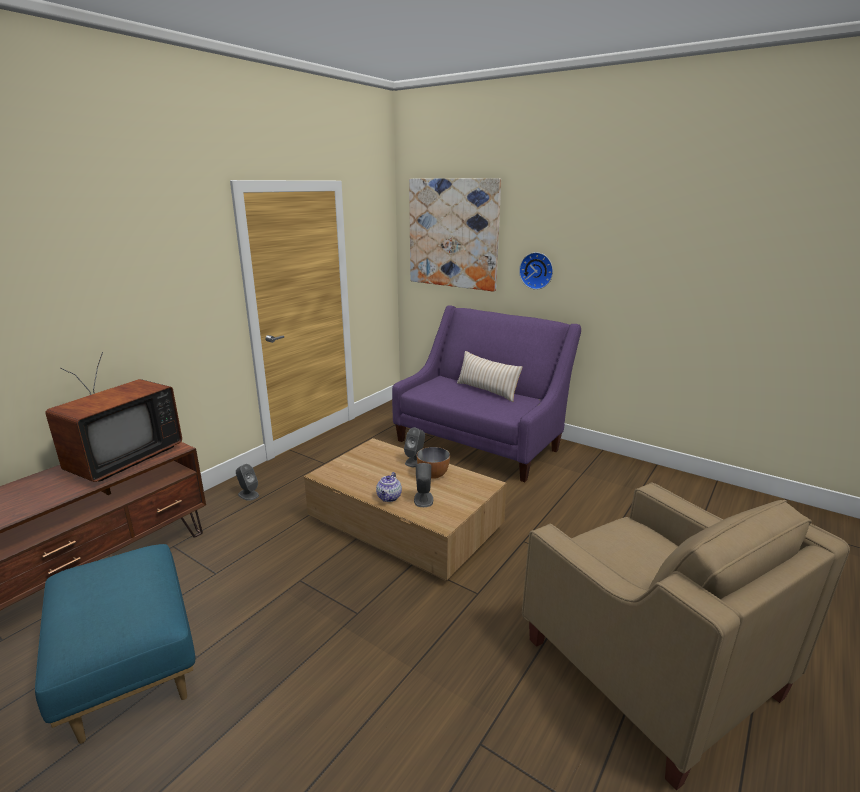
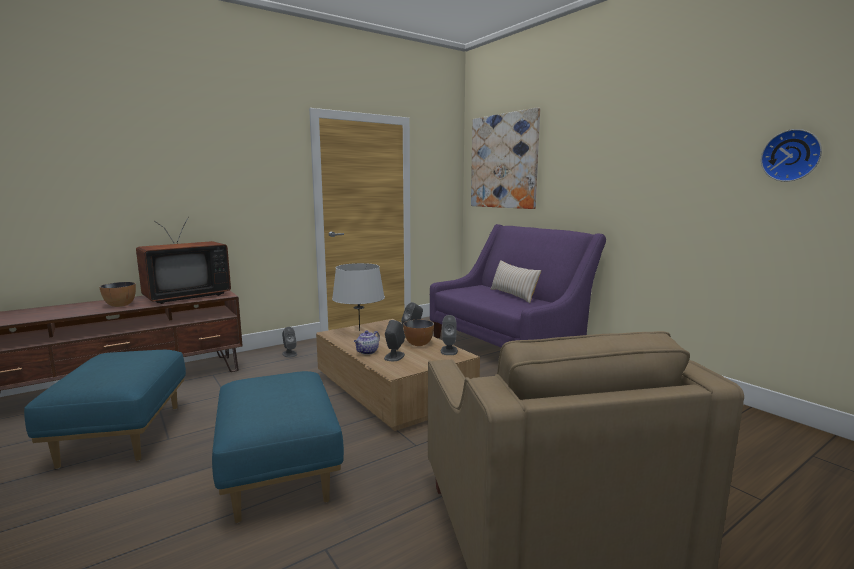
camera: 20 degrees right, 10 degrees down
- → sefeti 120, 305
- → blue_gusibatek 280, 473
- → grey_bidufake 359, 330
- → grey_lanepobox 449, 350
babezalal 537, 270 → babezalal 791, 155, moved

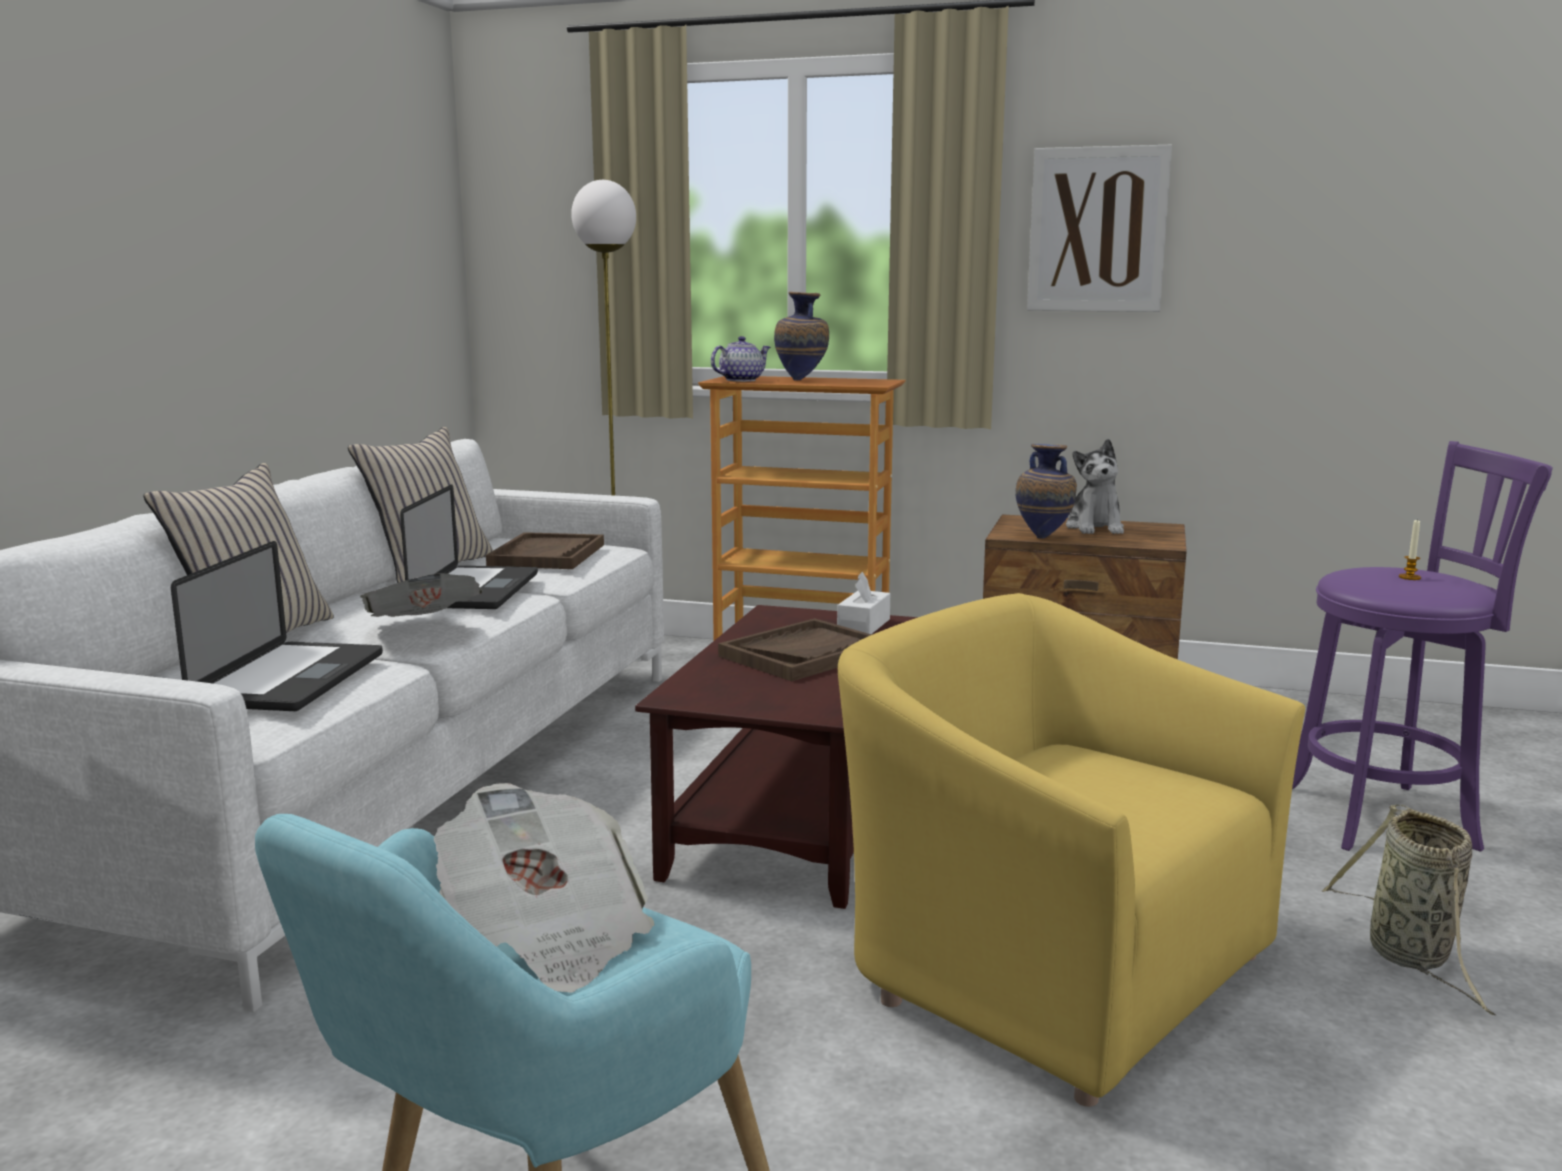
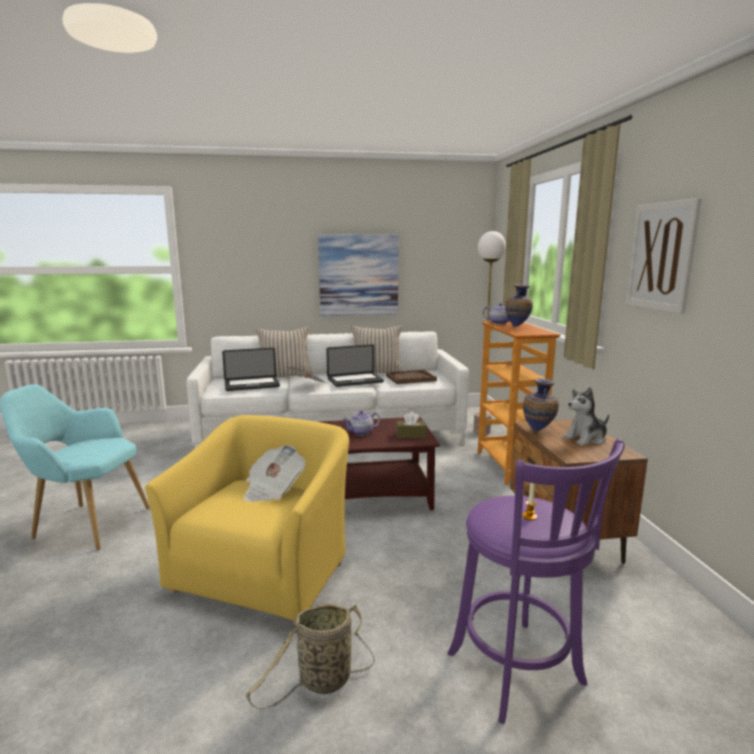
camera: 65 degrees right, 0 degrees up
- → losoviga 358, 275
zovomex 547, 935 → zovomex 273, 489, moved
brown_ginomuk 804, 654 → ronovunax 361, 433
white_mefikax 863, 625 → brown_mefikax 411, 435

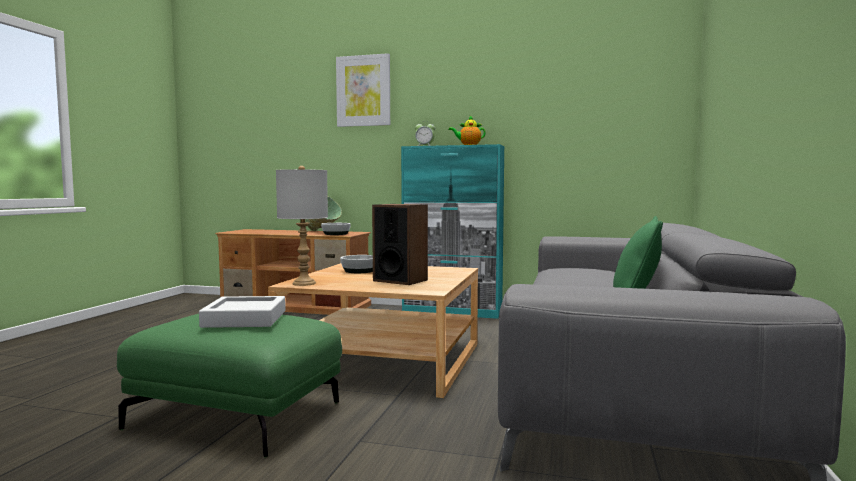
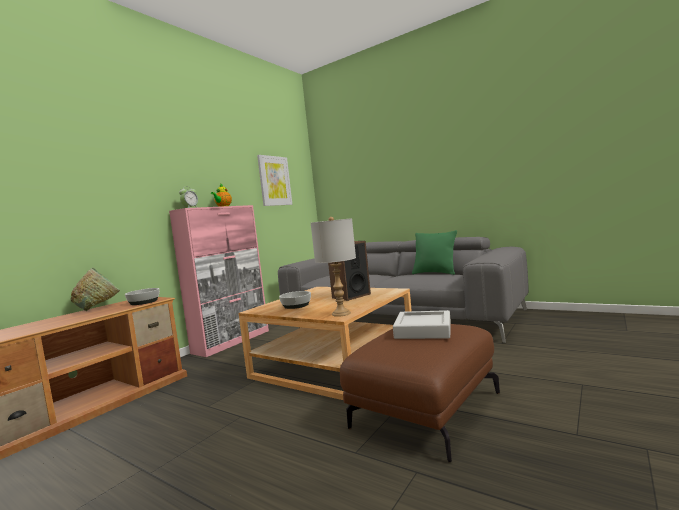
camera: 70 degrees left, 0 degrees up
losoviga 363, 91 → losoviga 274, 181, moved
green_gusibatek 238, 414 → brown_gusibatek 425, 409
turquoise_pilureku 452, 312 → pink_pilureku 232, 341

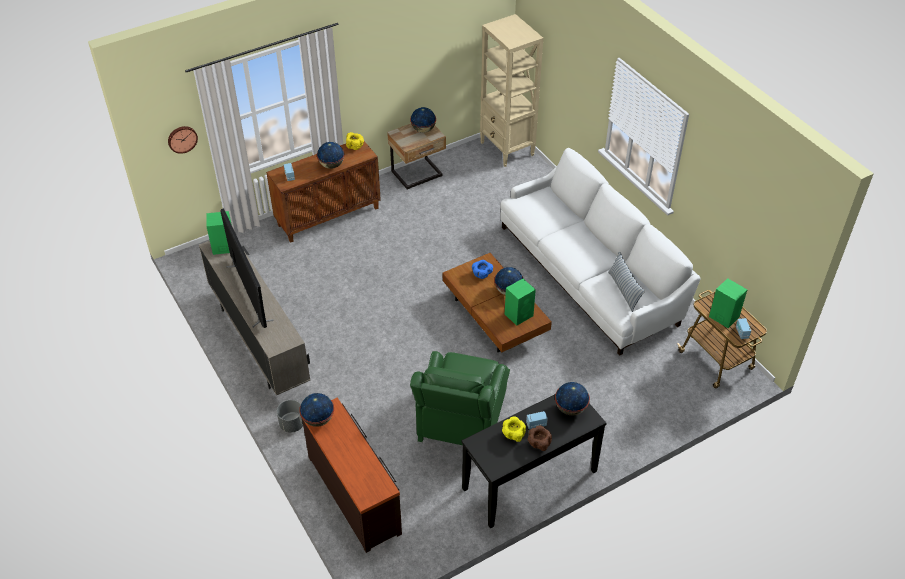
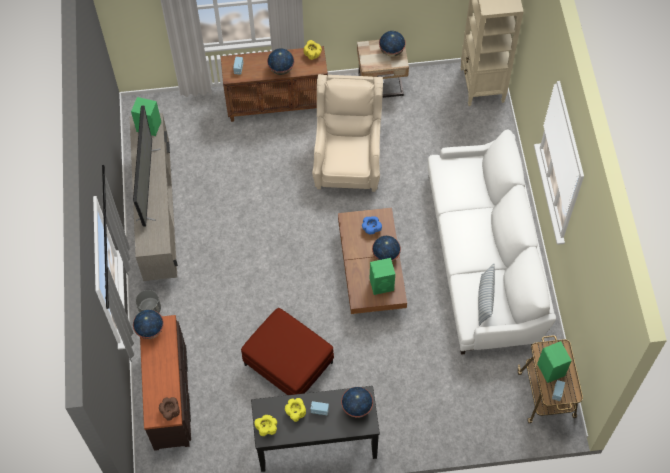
camera: 25 degrees right, 15 degrees up
babezalal 182, 139 → -
- → yellow_sefeti 266, 428
- → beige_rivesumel 348, 161
brown_sefeti 538, 444 → brown_sefeti 170, 411, moved
green_rivesumel 461, 422 → red_gusibatek 288, 364

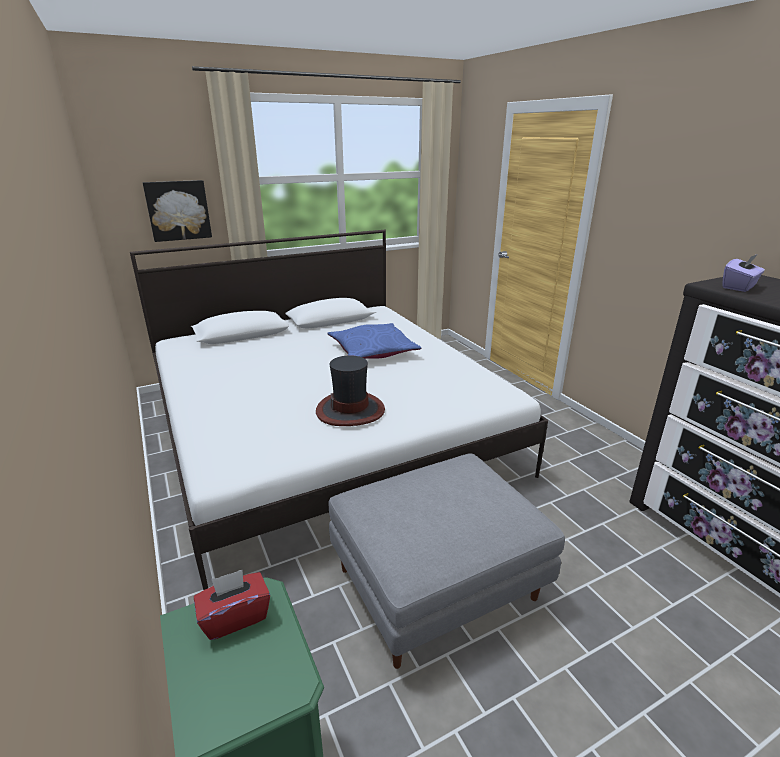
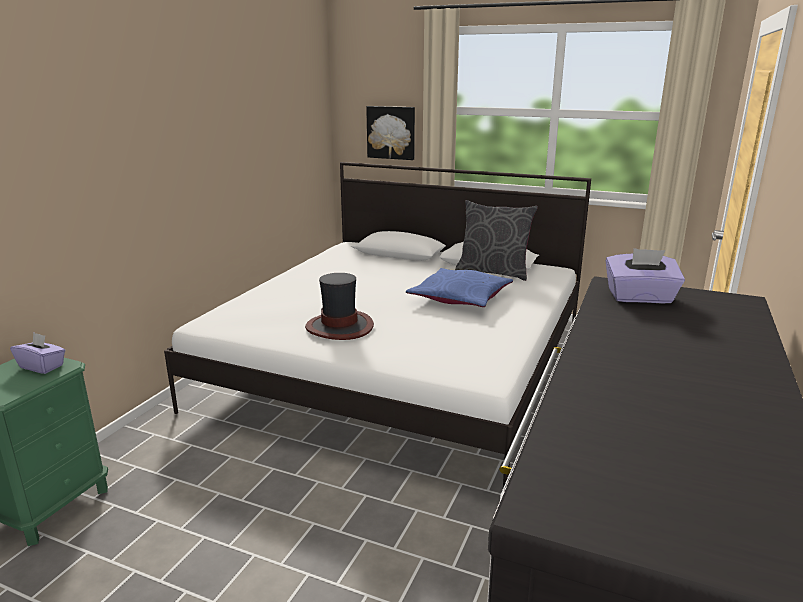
camera: 50 degrees right, 5 degrees down
grey_gusibatek 438, 582 → -
- → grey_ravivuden 493, 272
red_mefikax 235, 617 → purple_mefikax 42, 366

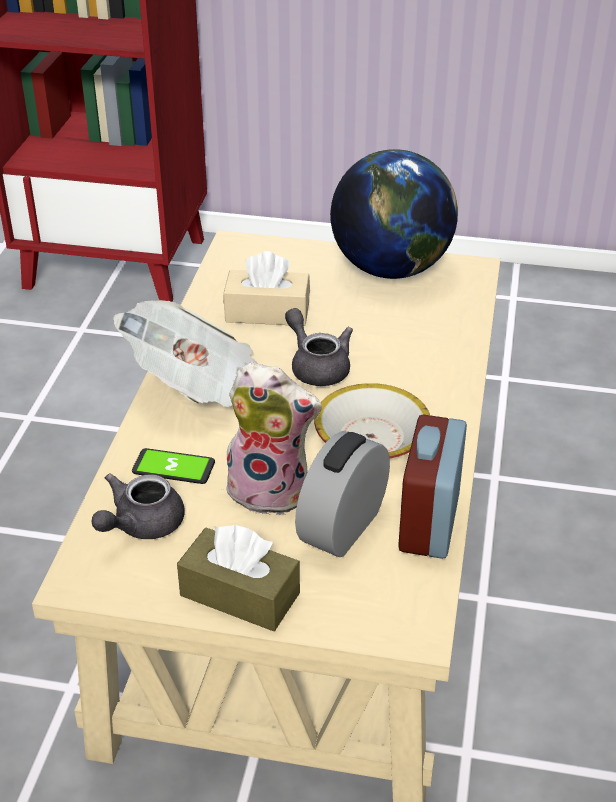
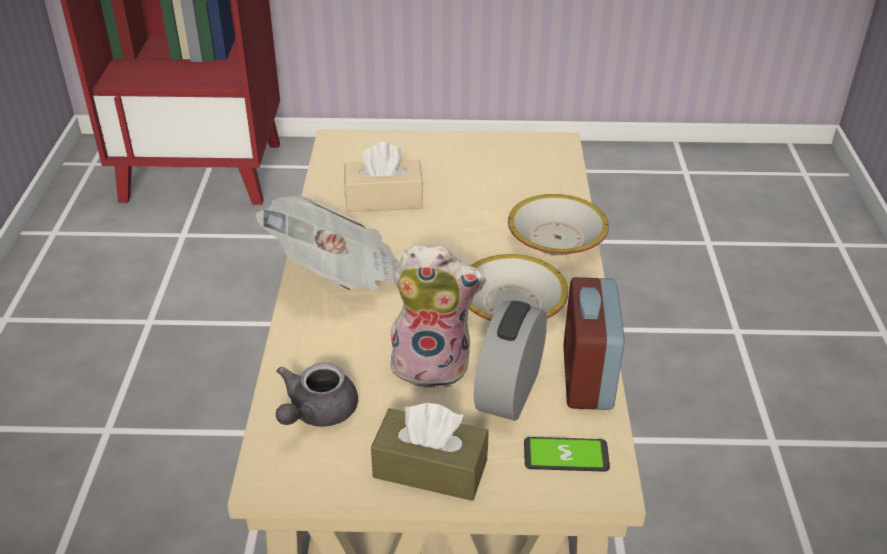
camera: 10 degrees left, 0 degrees up
grey_ronovunax 317, 366 → -
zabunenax 391, 269 → -
- → sefeti 557, 239
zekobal 173, 467 → zekobal 566, 455, moved

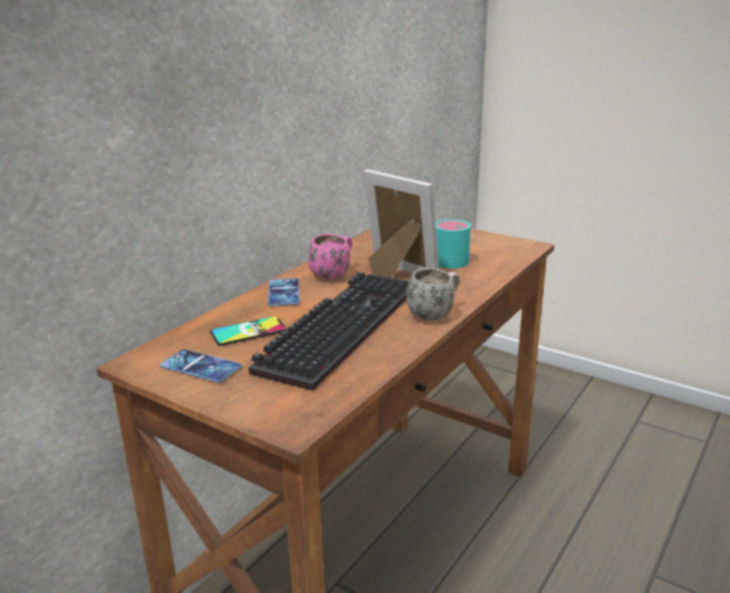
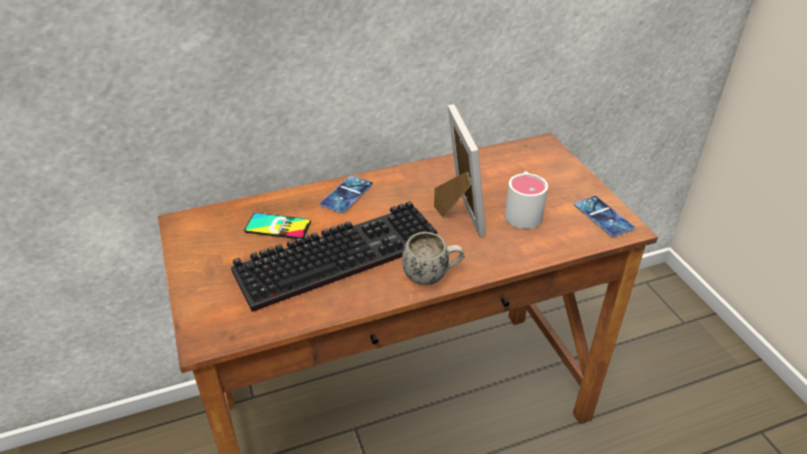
camera: 35 degrees right, 15 degrees up
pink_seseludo 334, 274 → -
zekobal 200, 366 → zekobal 603, 216, moved
turquoise_seseludo 445, 259 → white_seseludo 523, 211

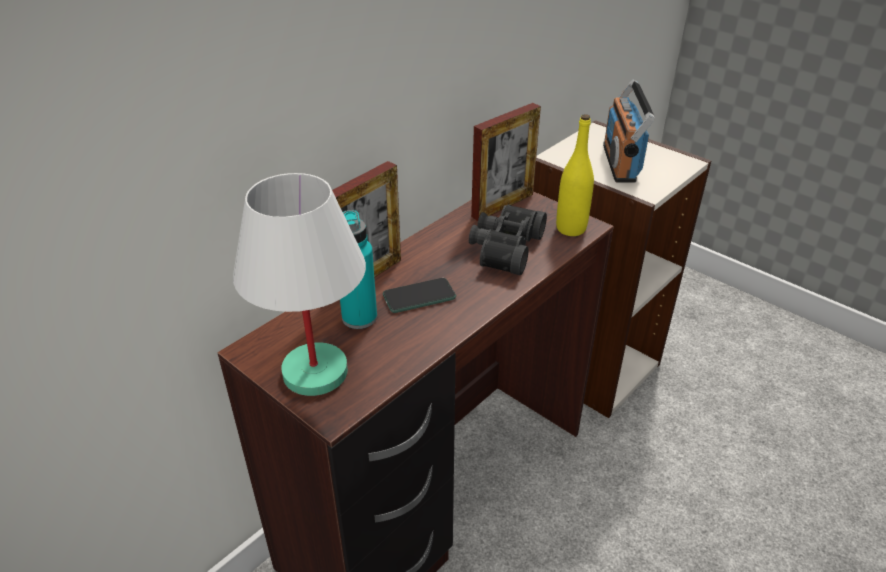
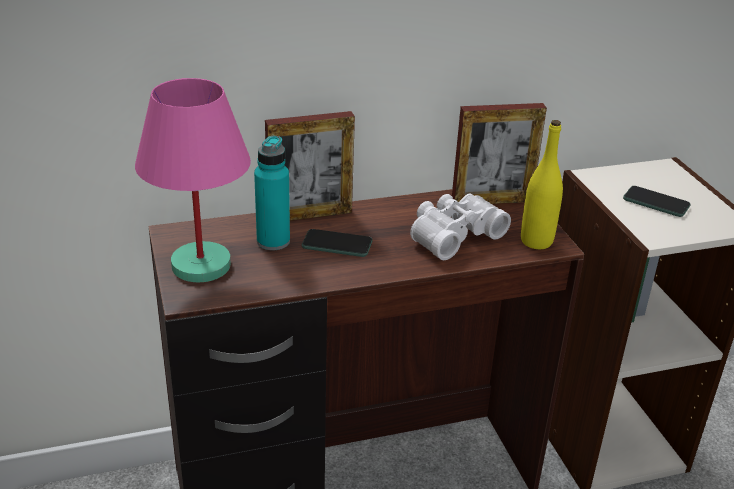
camera: 30 degrees right, 5 degrees down
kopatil 620, 163 → zekobal 656, 202
white_bidufake 316, 371 → pink_bidufake 202, 265
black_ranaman 503, 248 → white_ranaman 453, 234

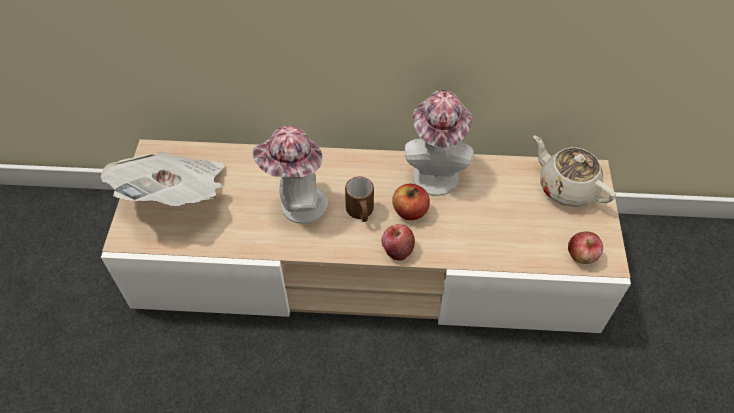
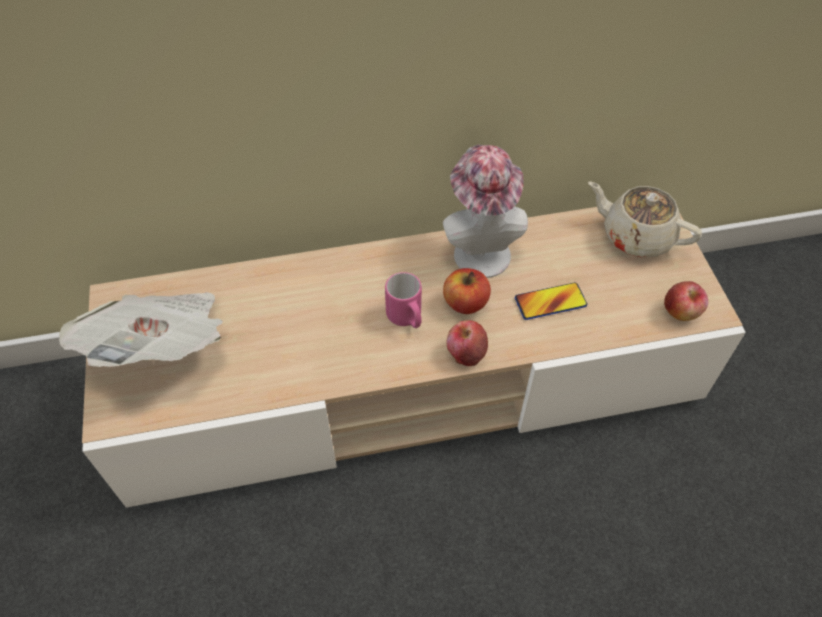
camera: 15 degrees left, 0 degrees up
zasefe 297, 205 → -
- → zekobal 550, 302
brown_seseludo 361, 213 → pink_seseludo 406, 318

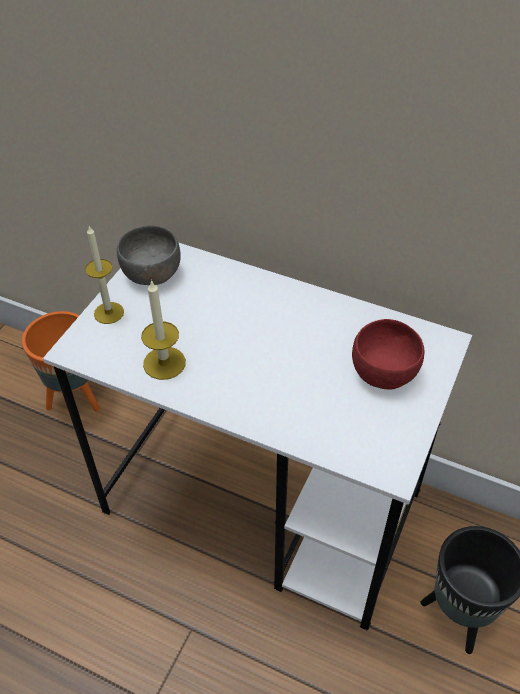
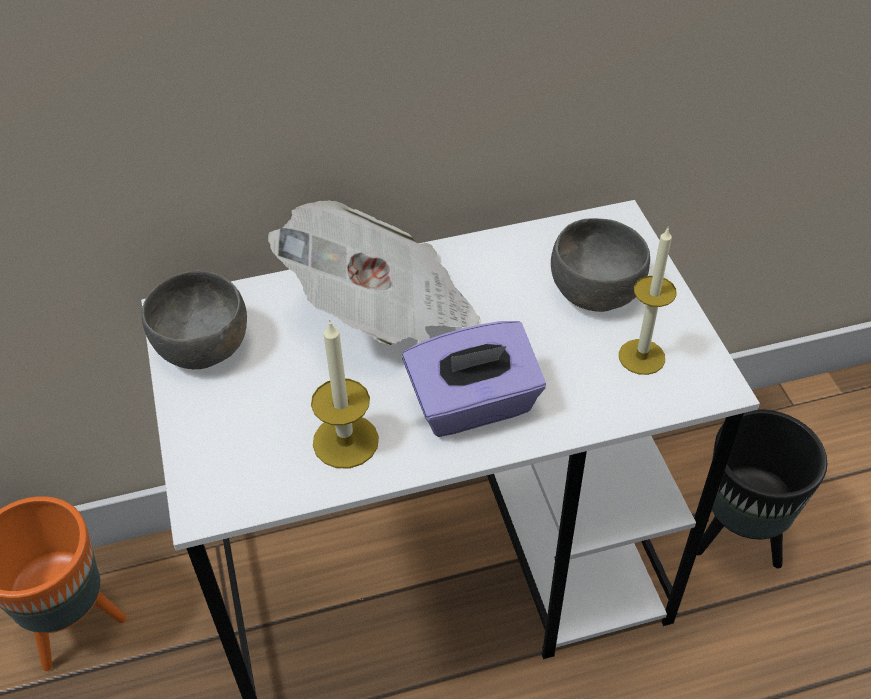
camera: 40 degrees left, 0 degrees up
- → zovomex 382, 310
- → purple_mefikax 473, 405
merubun 109, 313 → merubun 641, 357, moved
red_sefeti 384, 371 → grey_sefeti 595, 290

